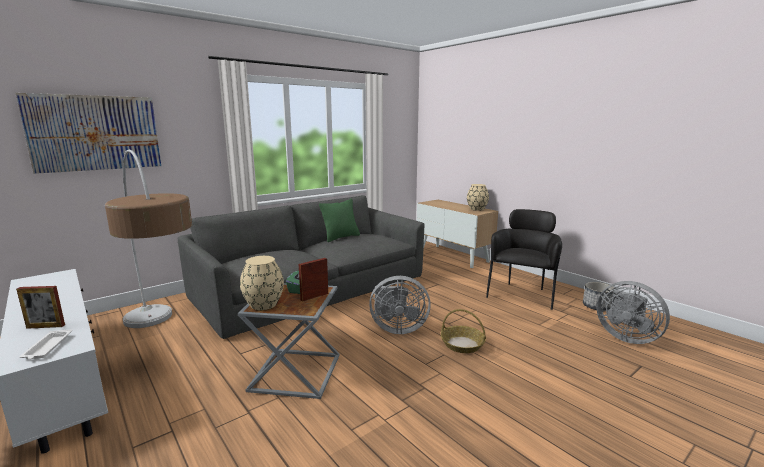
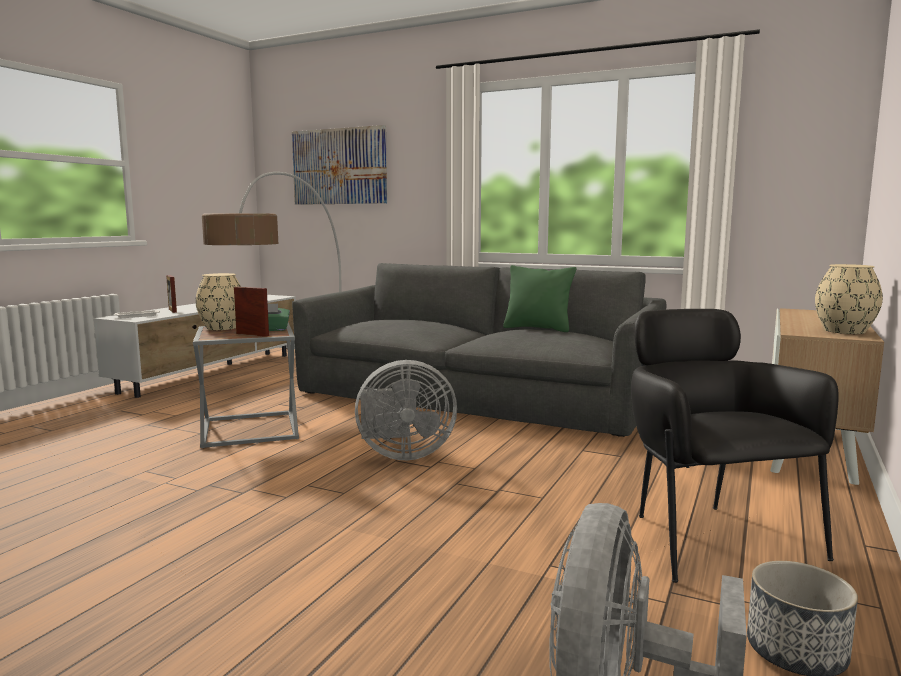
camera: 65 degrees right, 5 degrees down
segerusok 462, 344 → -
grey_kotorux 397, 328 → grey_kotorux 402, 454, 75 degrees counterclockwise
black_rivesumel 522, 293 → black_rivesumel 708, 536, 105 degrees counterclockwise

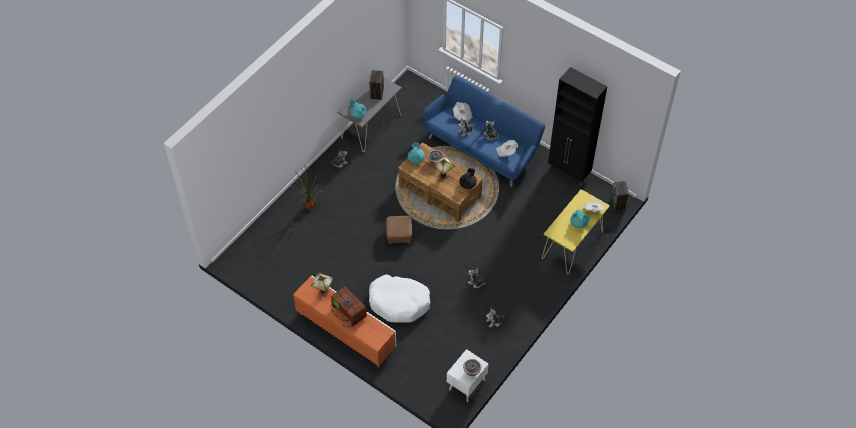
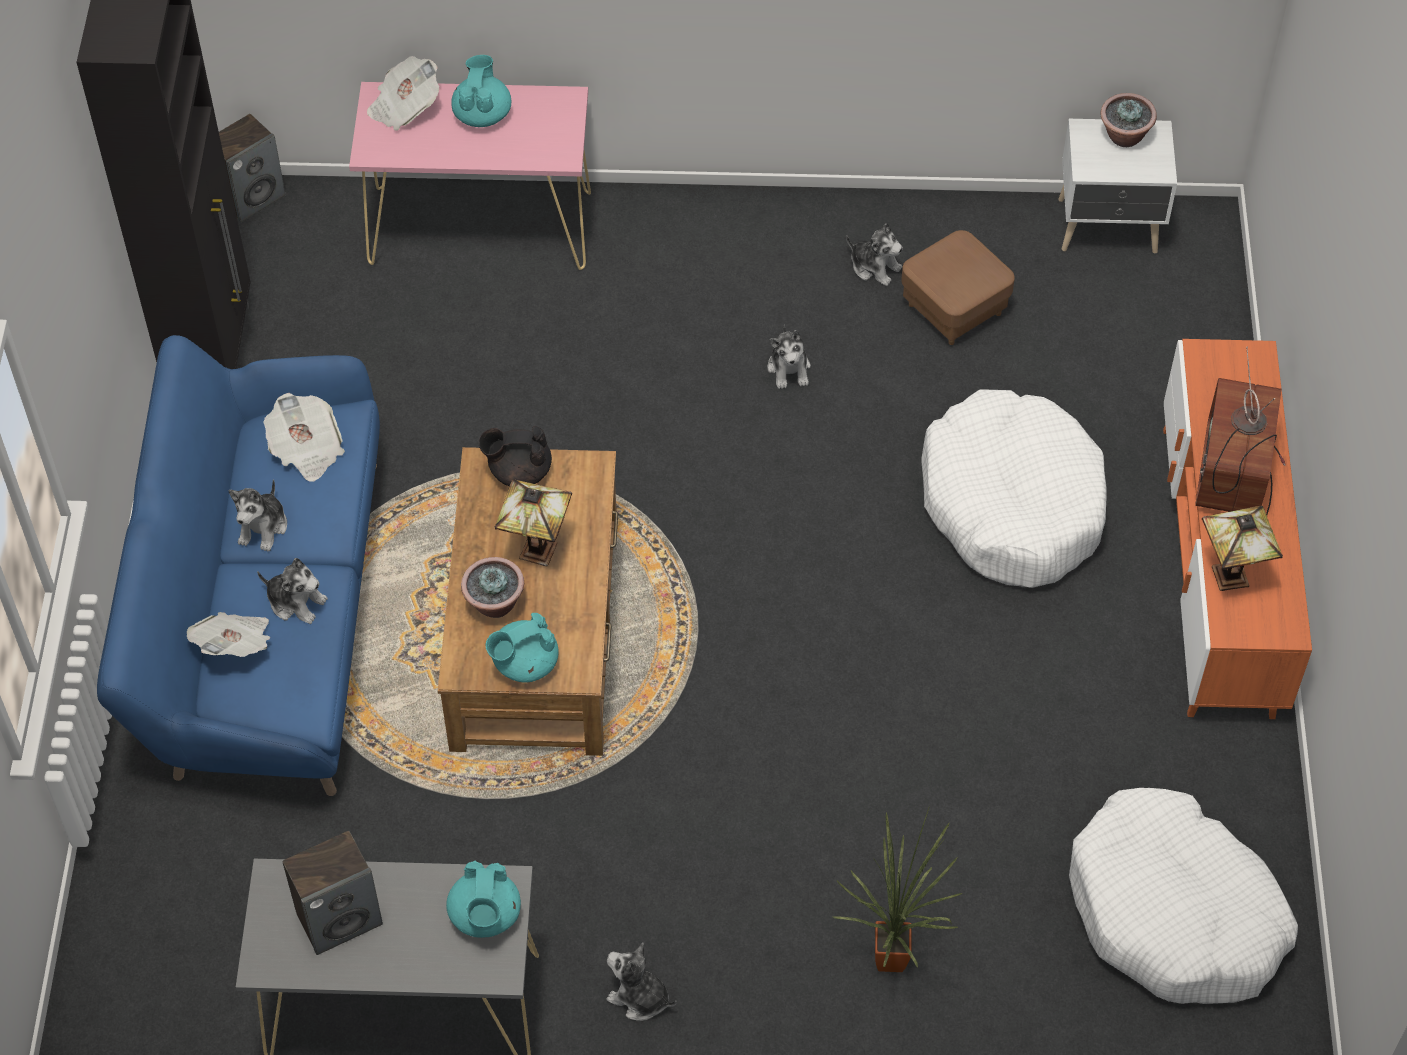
camera: 125 degrees left, 0 degrees up
- → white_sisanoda 1174, 913
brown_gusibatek 399, 235 → brown_gusibatek 954, 309, moved
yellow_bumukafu 572, 244 → pink_bumukafu 481, 228

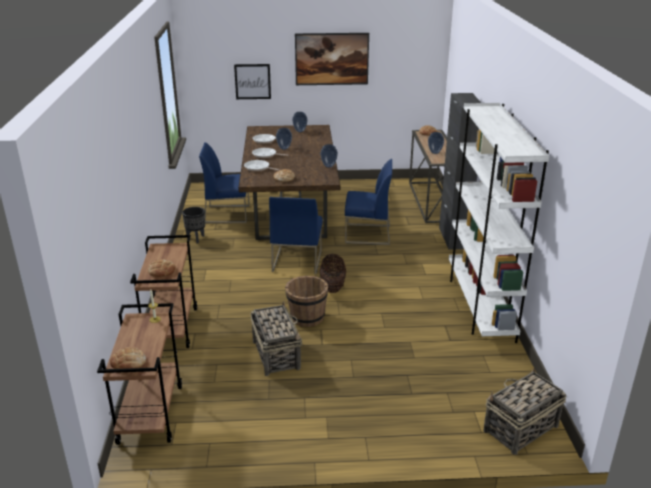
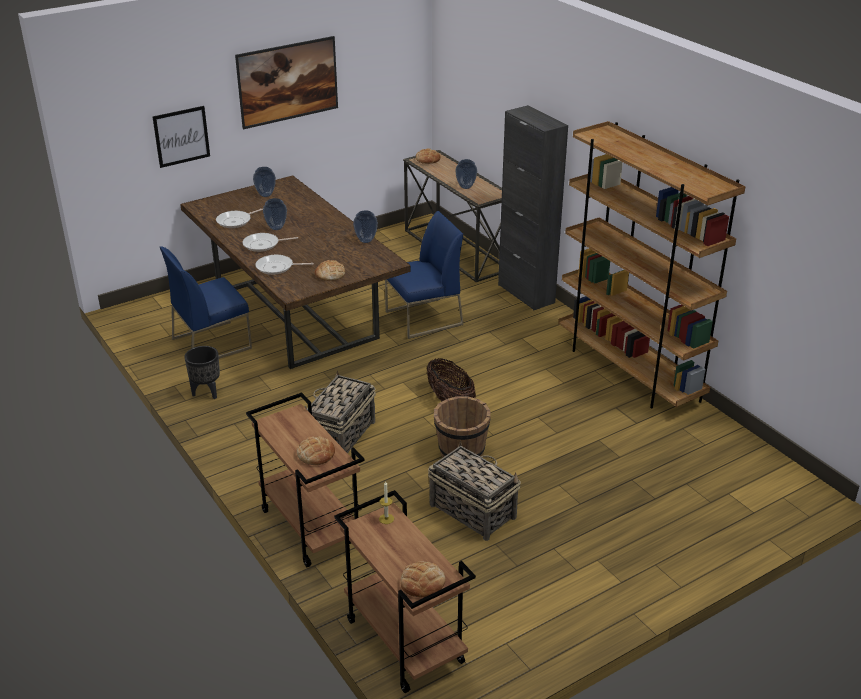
camera: 30 degrees left, 5 degrees up
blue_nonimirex 296, 261 → -
segerusok 520, 429 → segerusok 340, 436, moved
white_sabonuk 480, 306 → brown_sabonuk 629, 371

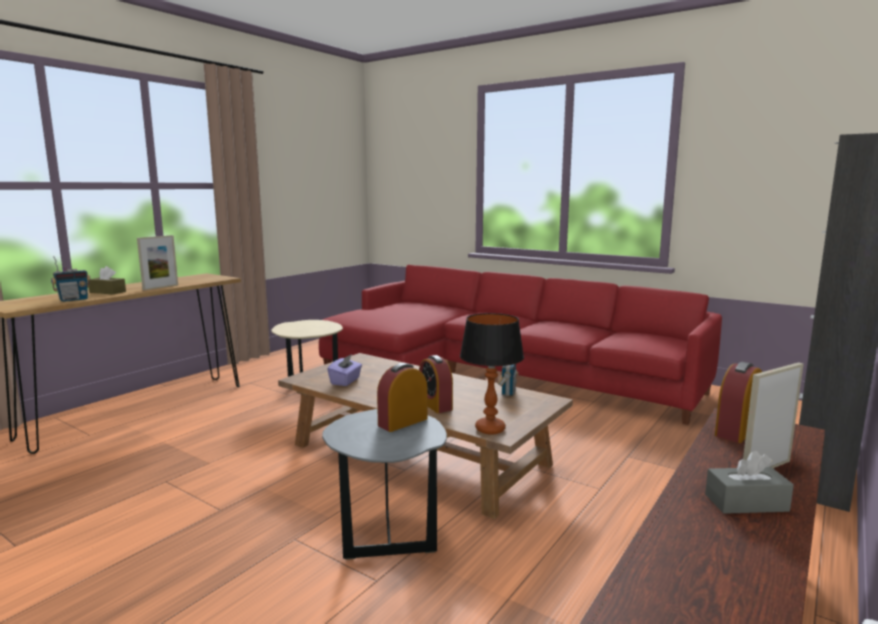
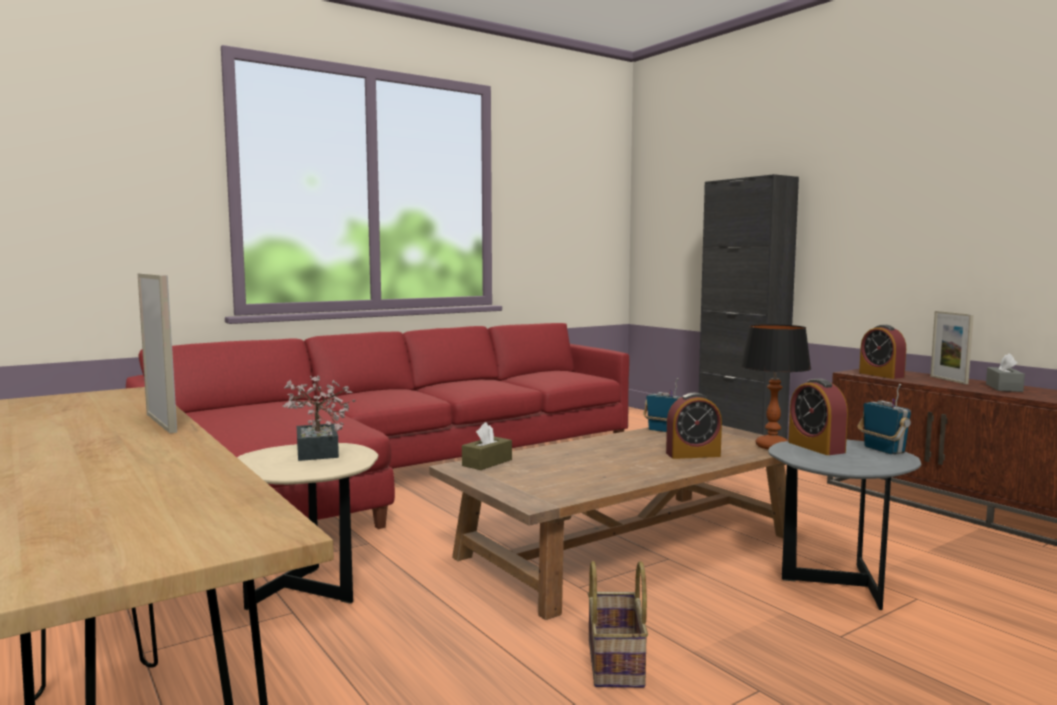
camera: 70 degrees left, 5 degrees down
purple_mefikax 345, 381 → -
- → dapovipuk 316, 454
- → segerusok 617, 664
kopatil 73, 300 → kopatil 883, 450, moved
brown_mefikax 107, 292 → brown_mefikax 487, 463, moved

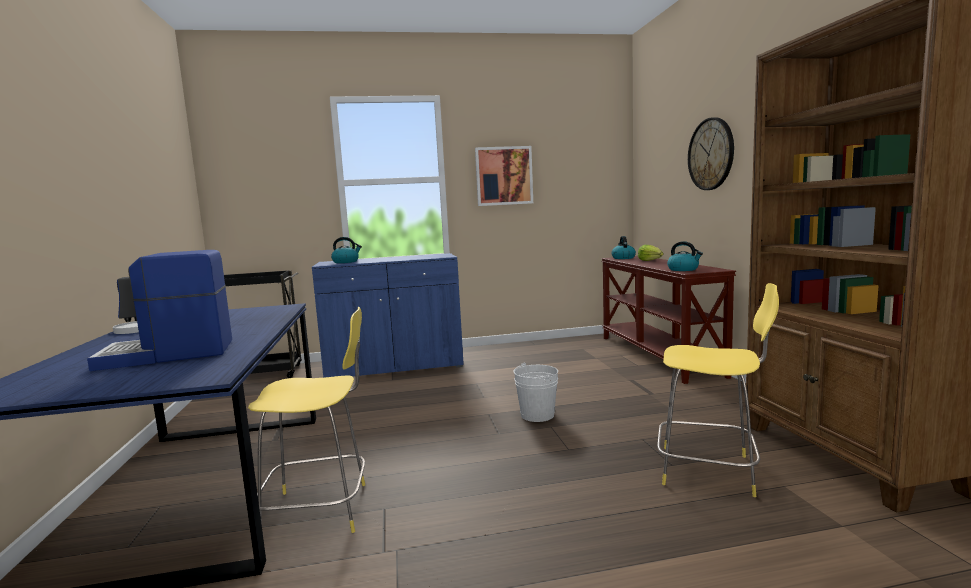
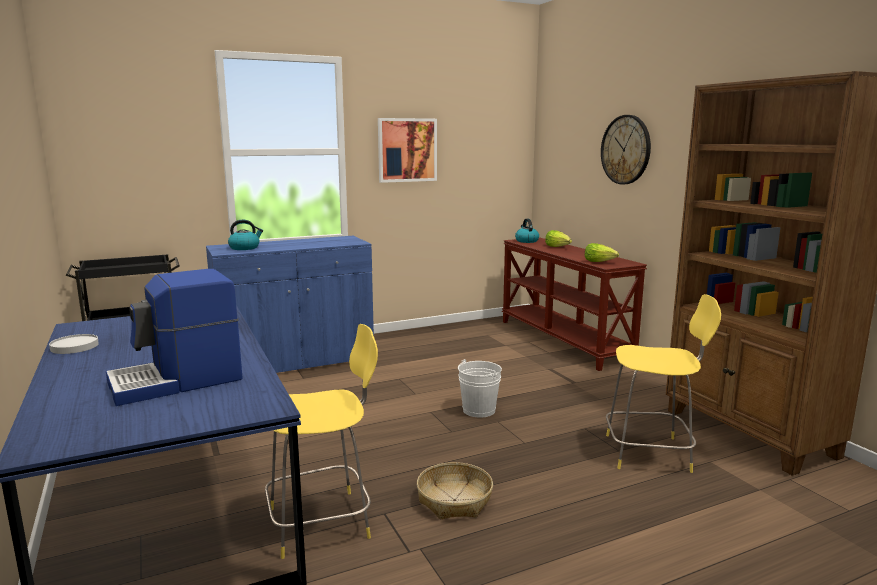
camera: 15 degrees left, 5 degrees up
- → segerusok 454, 500
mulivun 683, 269 → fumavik 599, 262

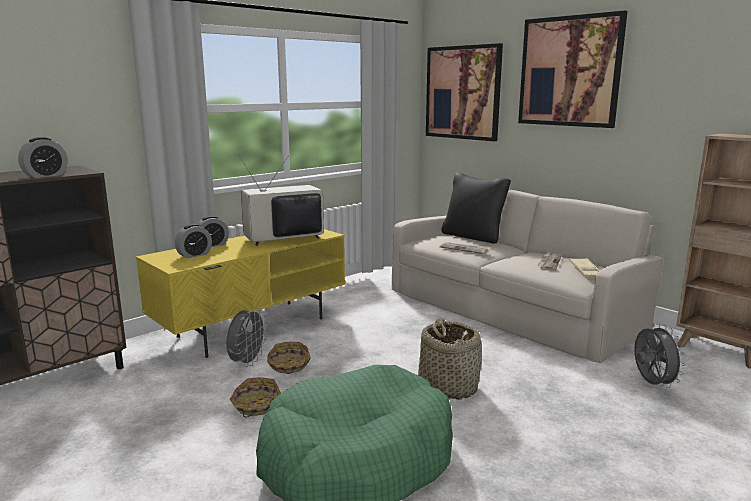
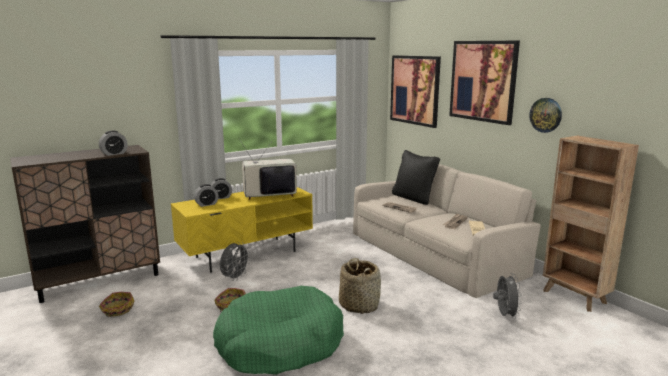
camera: 10 degrees right, 0 degrees up
- → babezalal 546, 115
segerusok 288, 366 → segerusok 117, 310, moved

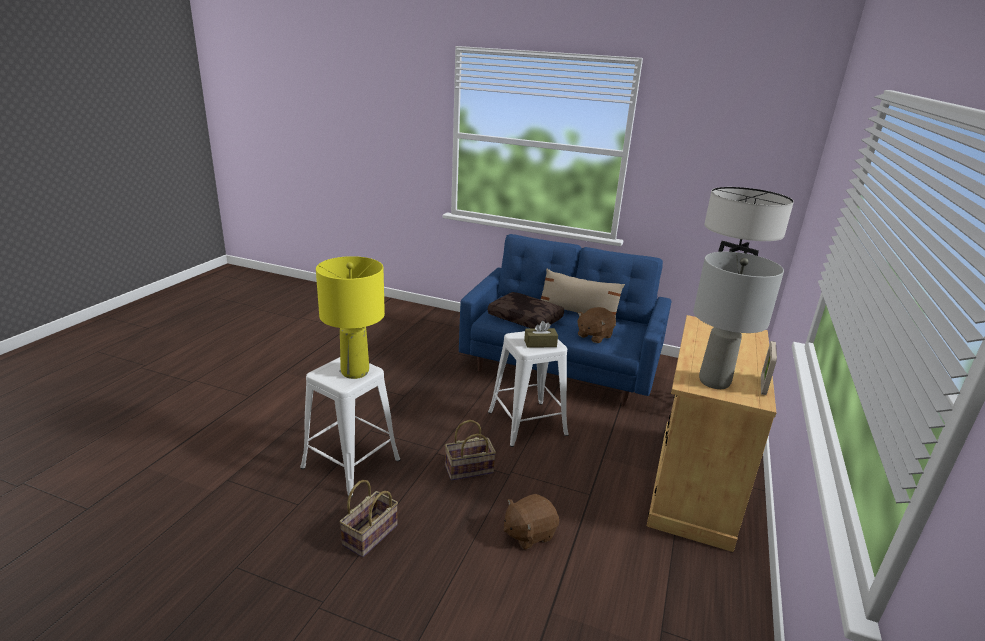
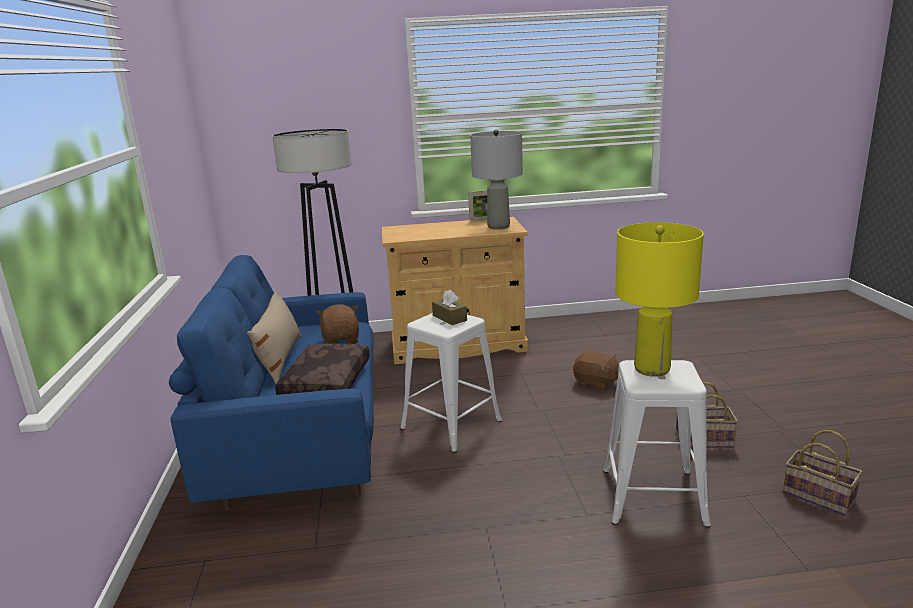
camera: 115 degrees left, 5 degrees down
segerusok 468, 470 → segerusok 820, 496, moved
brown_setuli 594, 336 → brown_setuli 341, 340, 120 degrees counterclockwise

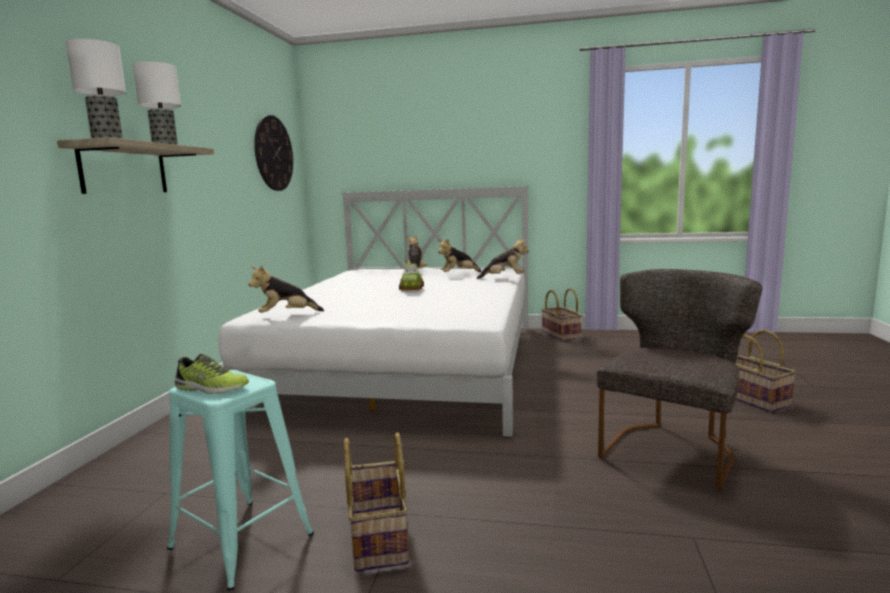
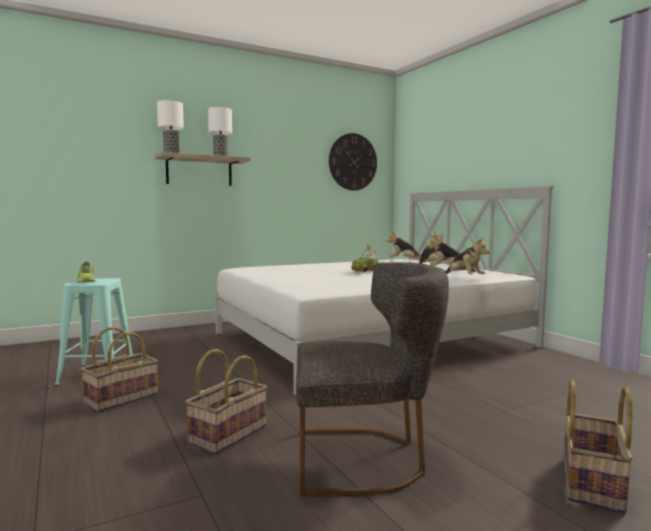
camera: 50 degrees right, 5 degrees down
setuli 286, 315 → setuli 404, 261, moved
segerusok 560, 335 → segerusok 228, 434, moved

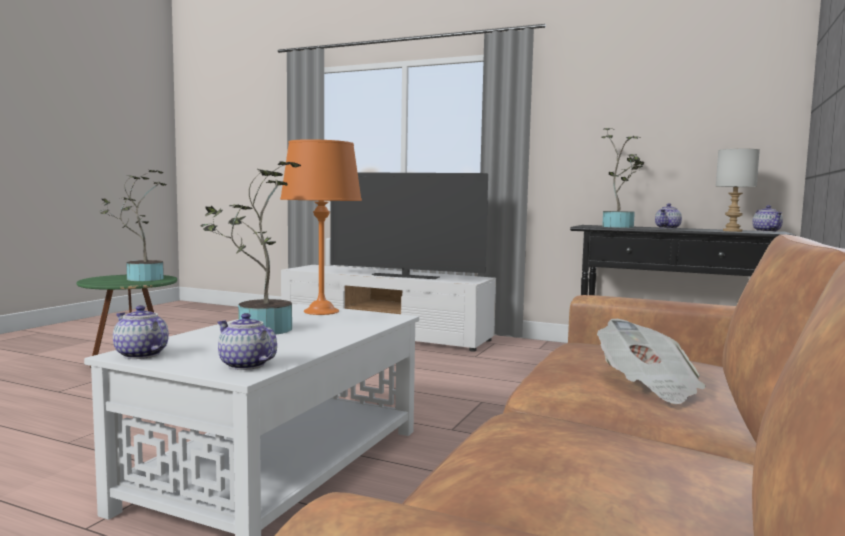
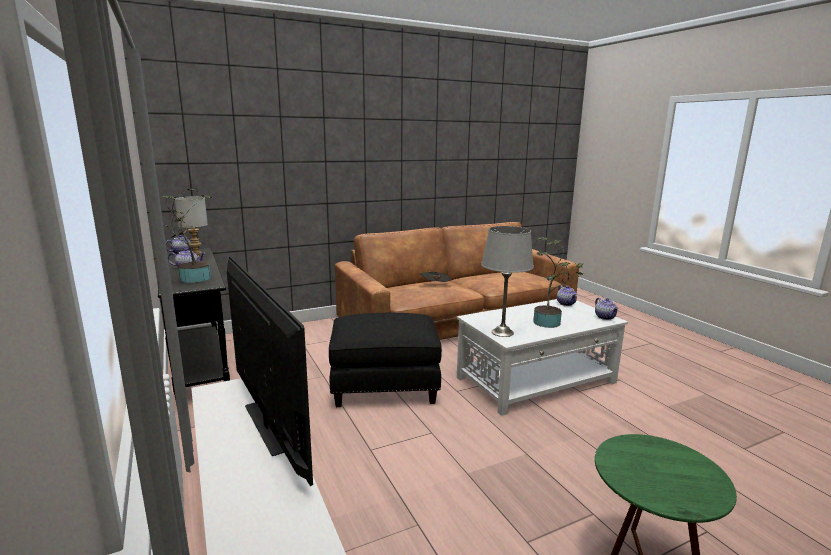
camera: 140 degrees left, 10 degrees up
dapovipuk 140, 279 → -
- → black_gusibatek 385, 386
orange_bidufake 321, 311 → grey_bidufake 502, 332

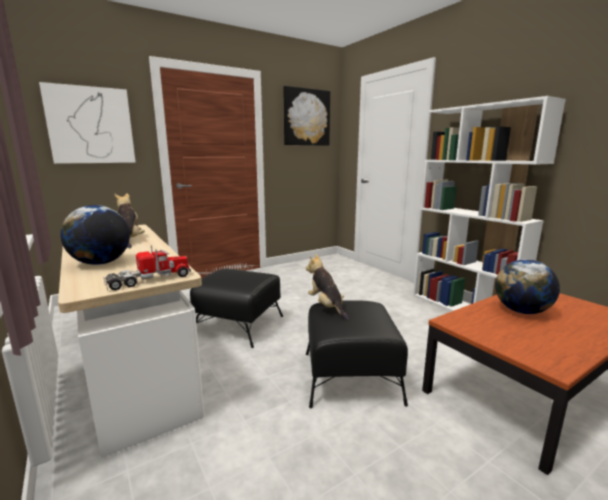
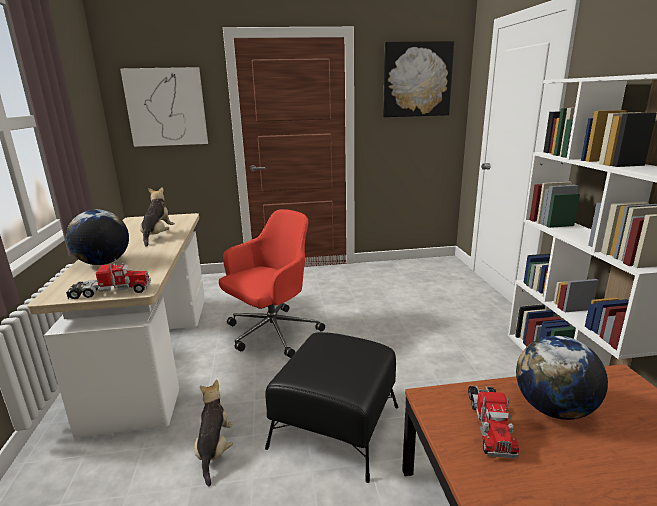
camera: 25 degrees right, 5 degrees up
- → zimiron 489, 424
setuli 326, 306 → setuli 215, 450, moved
black_gusibatek 239, 325 → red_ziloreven 271, 333

